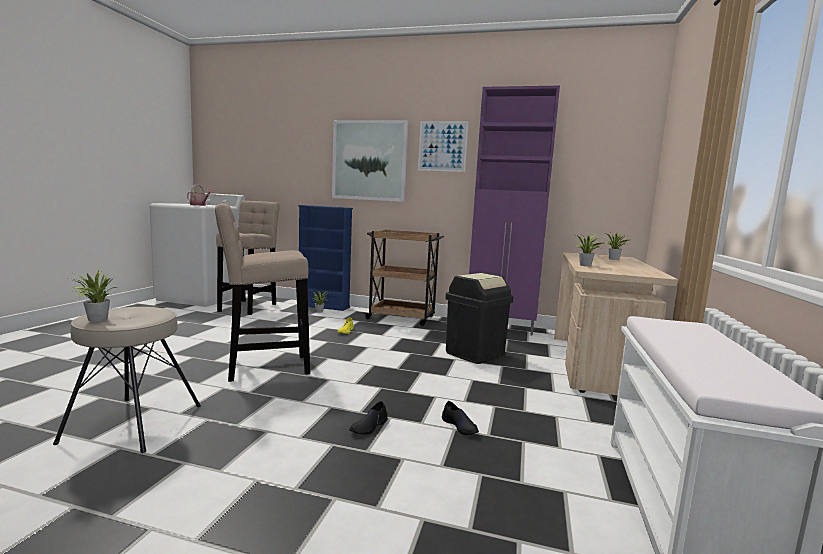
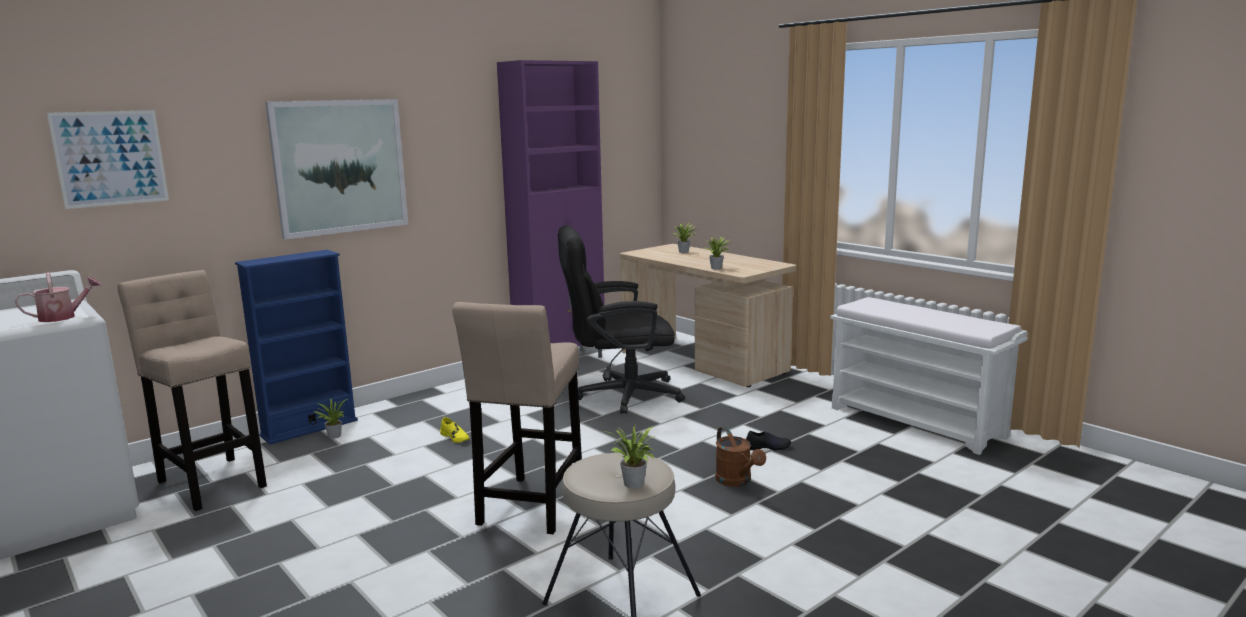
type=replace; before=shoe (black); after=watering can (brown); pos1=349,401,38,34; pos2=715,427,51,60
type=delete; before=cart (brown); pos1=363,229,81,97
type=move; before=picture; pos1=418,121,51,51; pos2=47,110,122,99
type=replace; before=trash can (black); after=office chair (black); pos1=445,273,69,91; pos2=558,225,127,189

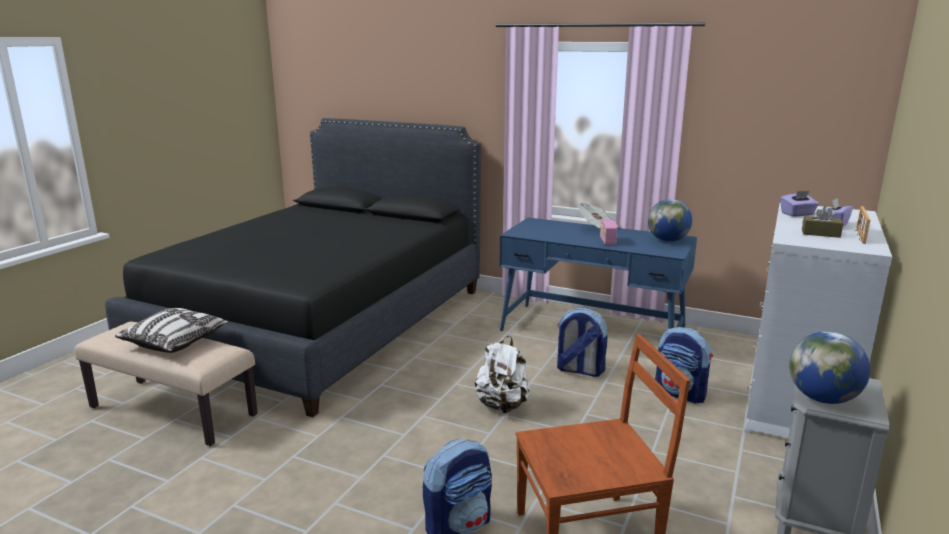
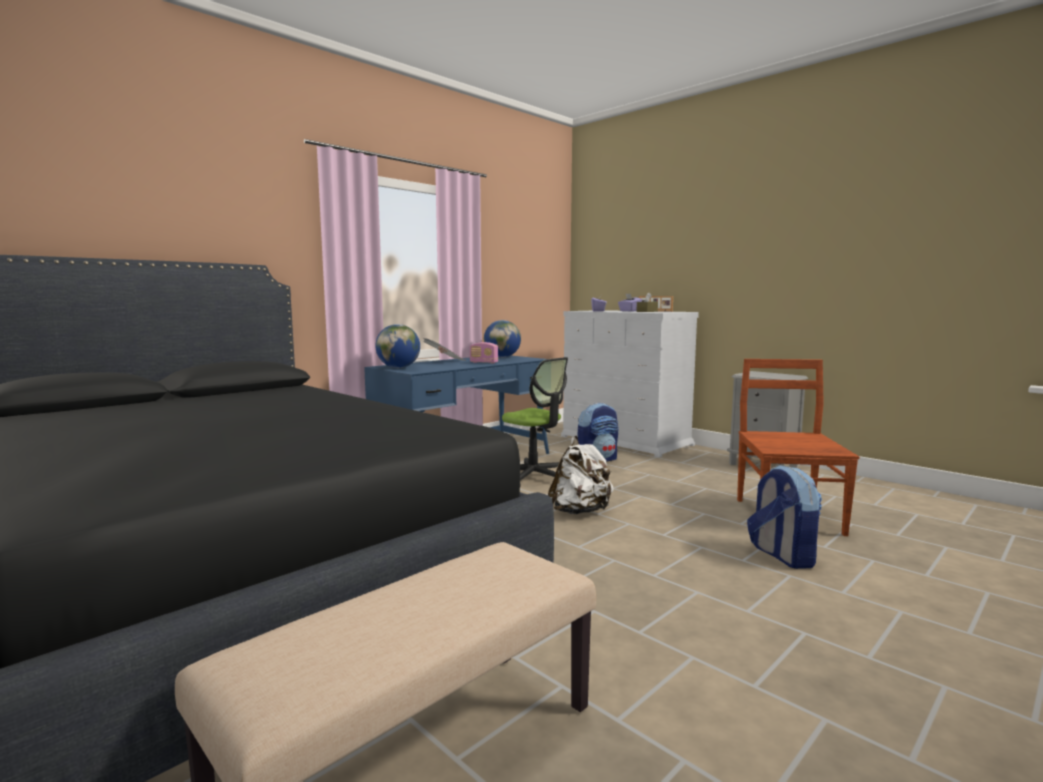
type=delete; before=pillow; pos1=115,308,114,45
type=replace; before=backpack; after=office chair; pos1=557,308,51,69; pos2=502,357,66,129
type=move; before=globe; pos1=789,331,81,73; pos2=375,324,45,44

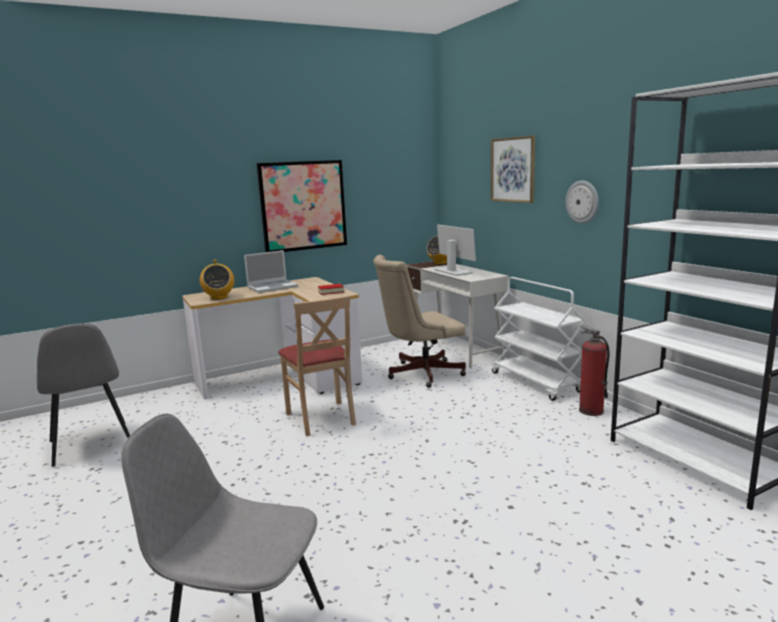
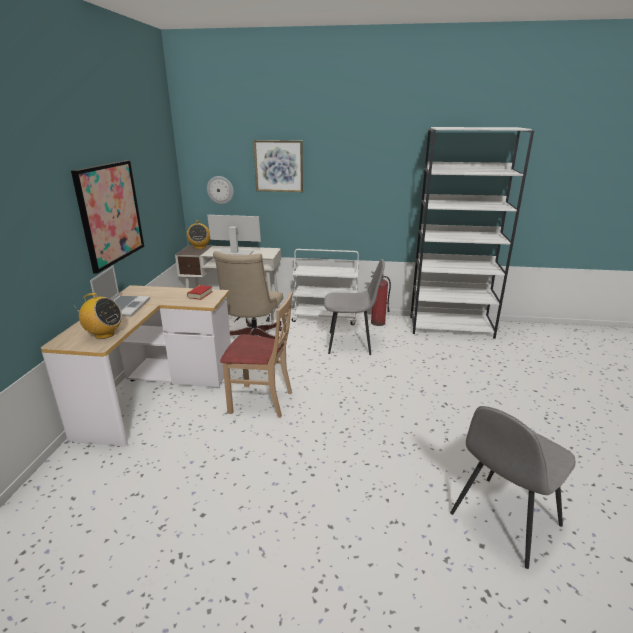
type=move; before=chair (grey); pos1=37,323,93,144; pos2=324,258,61,97
type=move; before=wall clock; pos1=566,181,33,43; pos2=207,176,27,28

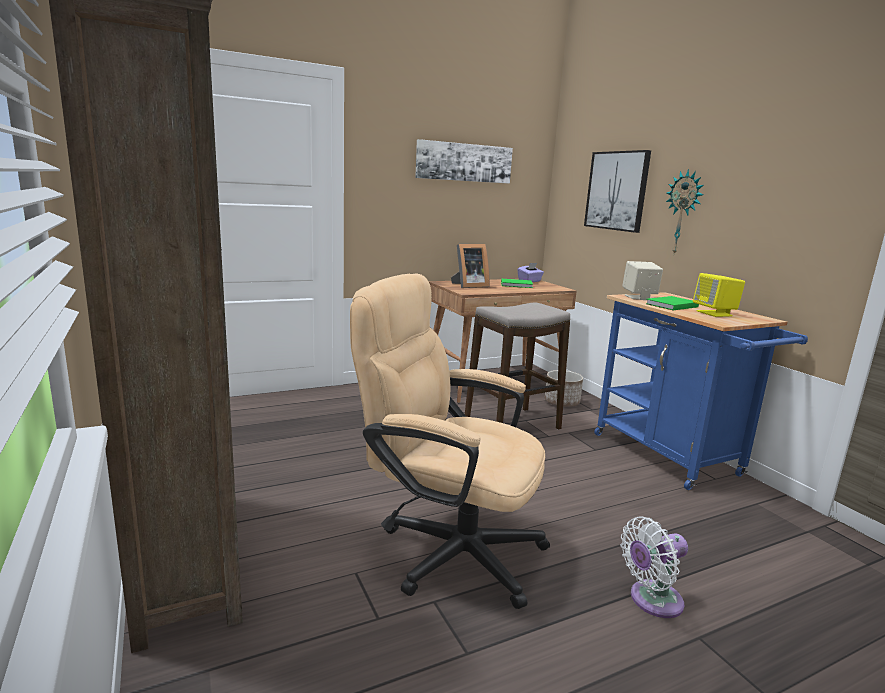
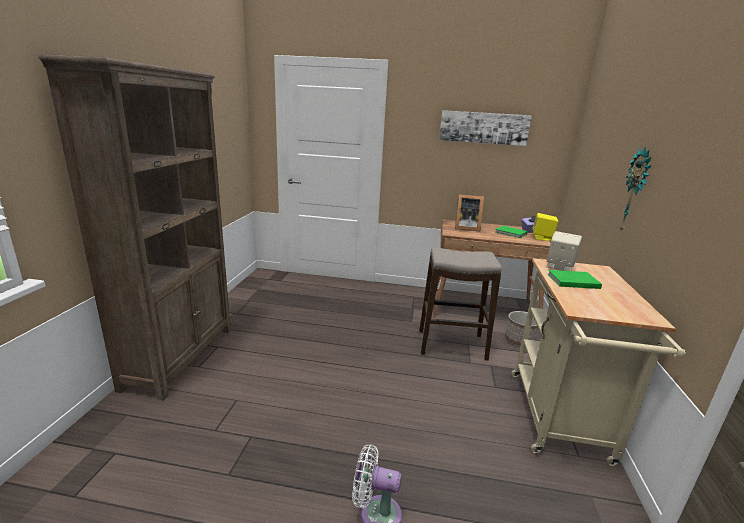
type=delete; before=office chair (beige); pos1=350,273,200,336
type=delete; before=picture; pos1=584,150,67,83
type=recolor; before=cart (blue); after=cart (beige); pos1=594,292,214,198; pos2=511,258,175,208
type=move; before=speaker (yellow); pos1=693,273,52,44; pos2=533,213,26,28

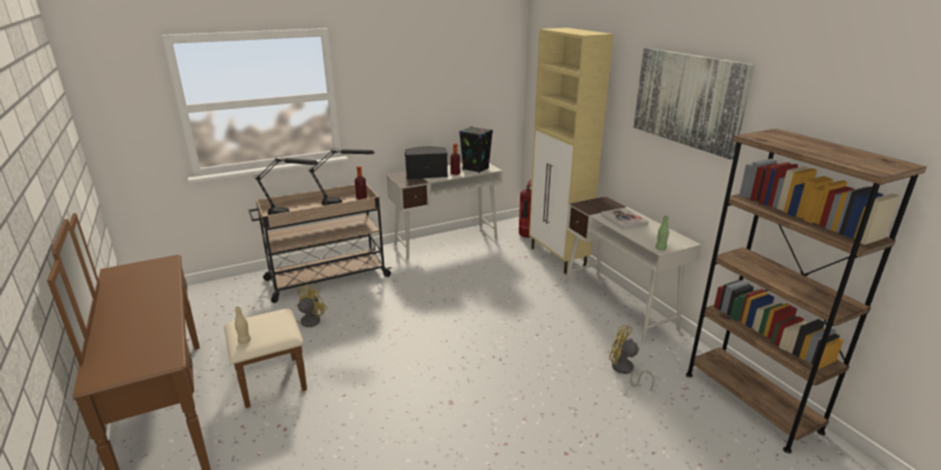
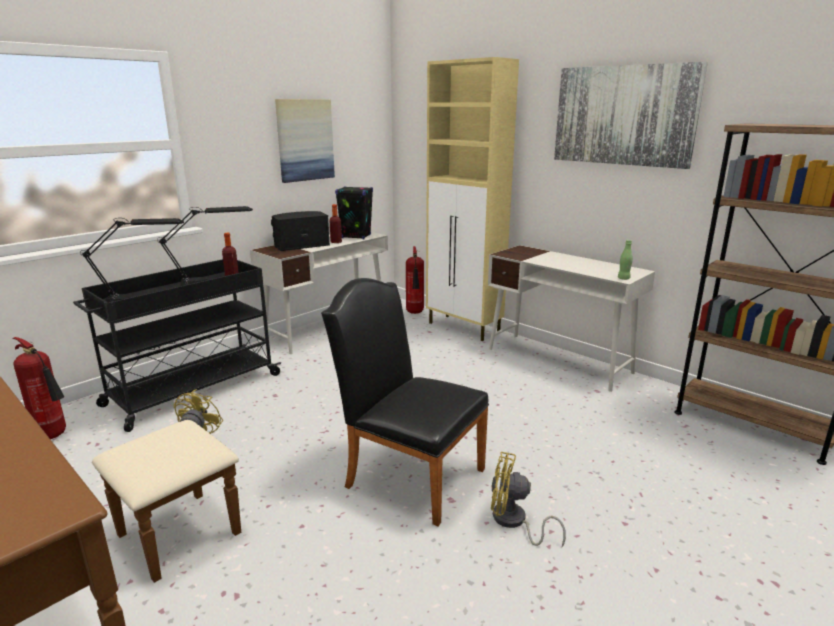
type=delete; before=bottle (beige); pos1=235,306,16,38
type=recolor; before=cart (beige); after=cart (black); pos1=248,184,144,119; pos2=73,259,208,173
type=delete; before=book; pos1=601,208,48,22
type=move; before=fan (yellow); pos1=609,325,45,66; pos2=491,452,75,95
type=insert; after=fire extinguisher; pos2=12,337,54,102
type=insert; after=picture; pos2=275,99,60,84
type=insert; after=chair (black); pos2=321,278,168,248

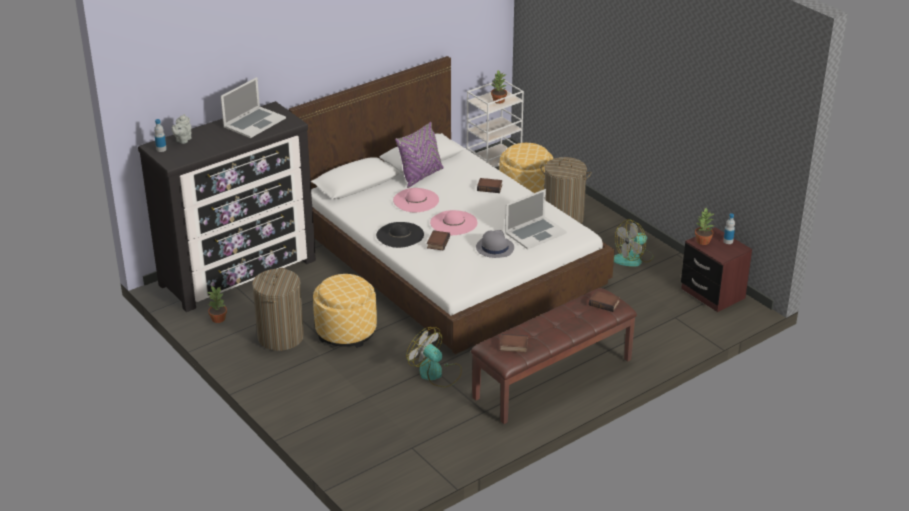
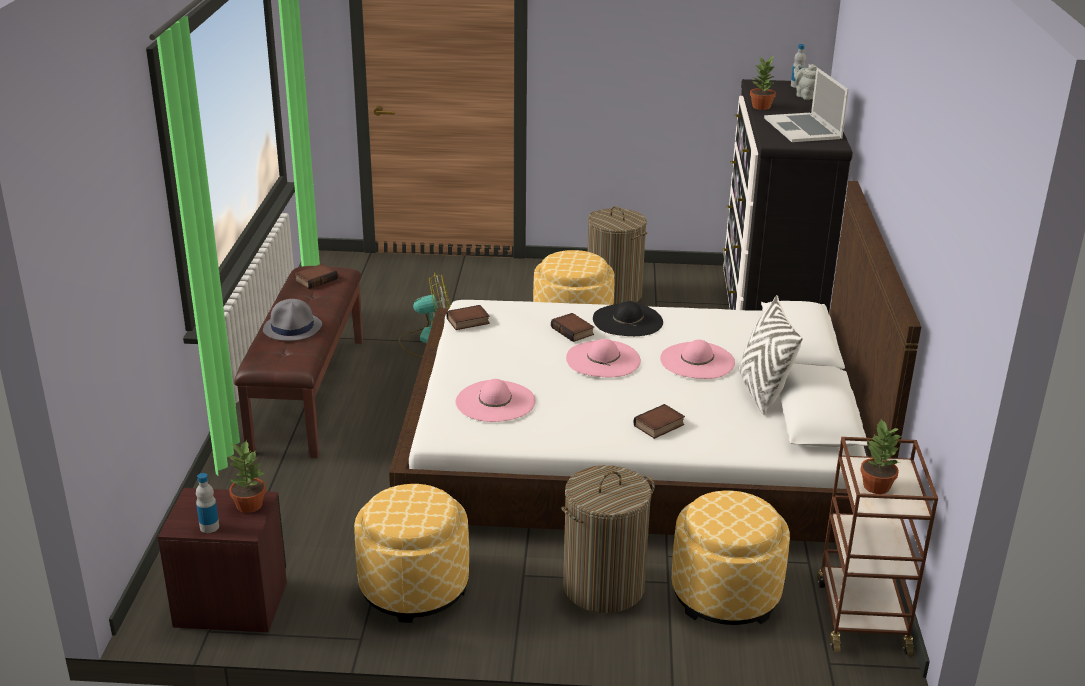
type=move; before=potted plant; pos1=208,286,19,37; pos2=750,55,26,55
type=recolor; before=pillow (purple); after=pillow (white); pos1=395,122,49,66; pos2=738,295,65,120
type=recolor; before=cart (white); after=cart (brown); pos1=467,79,57,88; pos2=817,437,121,219
type=move; before=hat (grey); pos1=476,230,38,28; pos2=263,299,59,42
type=replace; before=laptop; after=hat (pink); pos1=505,189,62,61; pos2=455,379,80,43
type=move; before=book; pos1=589,291,31,21; pos2=446,305,44,25
type=replace; before=fan; after=ottoman; pos1=614,220,40,47; pos2=354,484,115,139

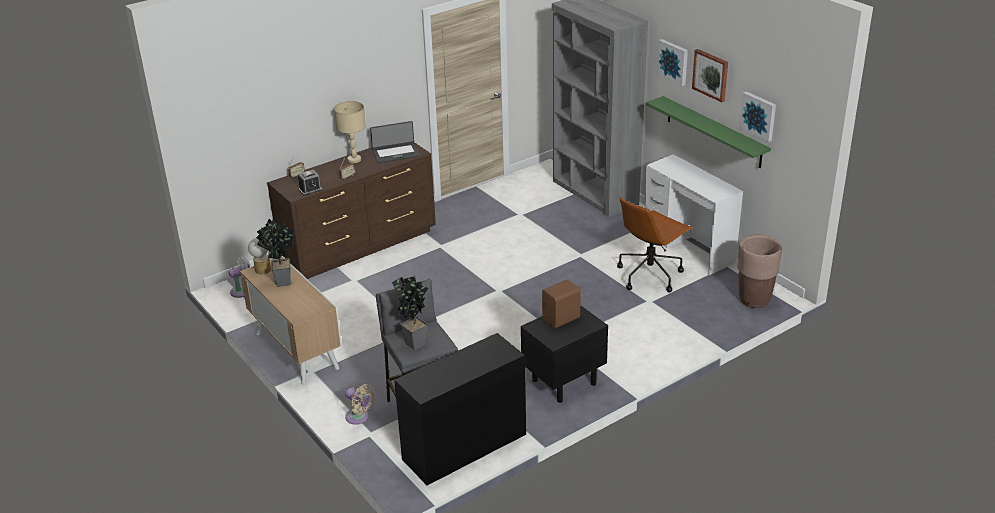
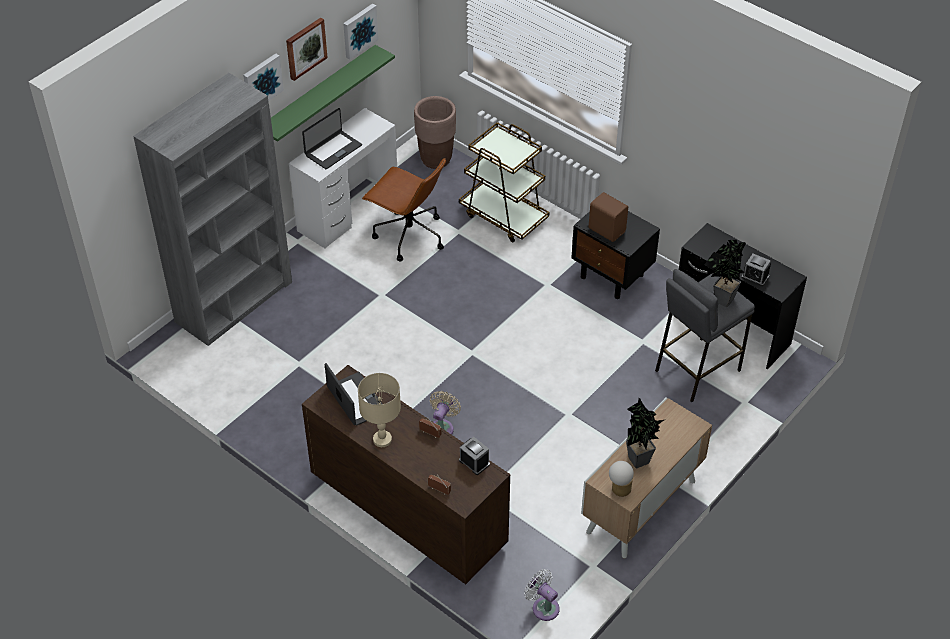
type=move; before=fan (beige); pos1=345,384,30,41; pos2=430,391,31,44
type=insert; after=laptop; pos2=302,108,60,61
type=insert; after=cart (brown); pos2=459,122,91,121
type=insert; after=alarm clock; pos2=742,254,29,32

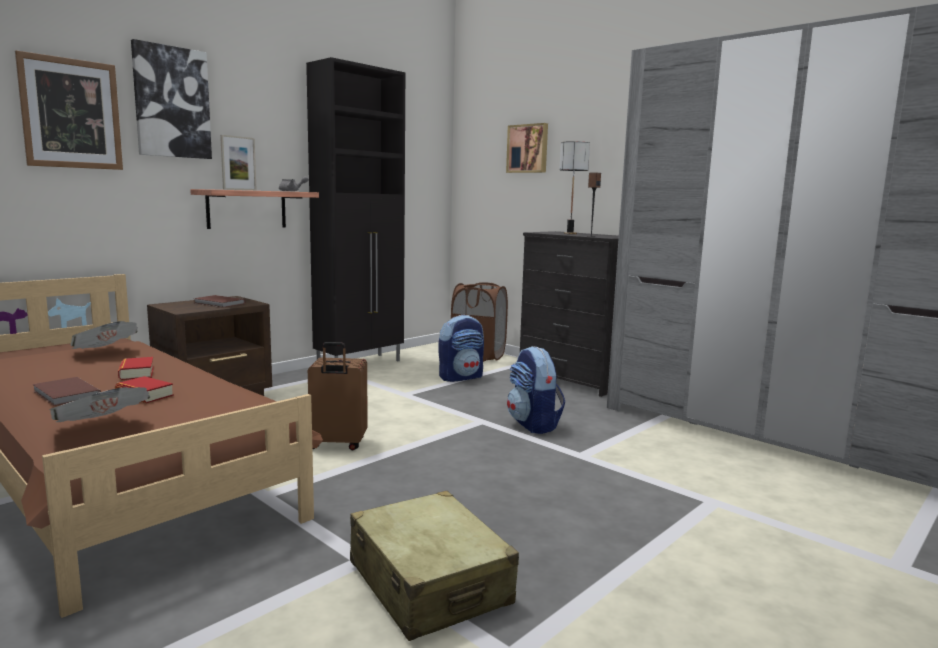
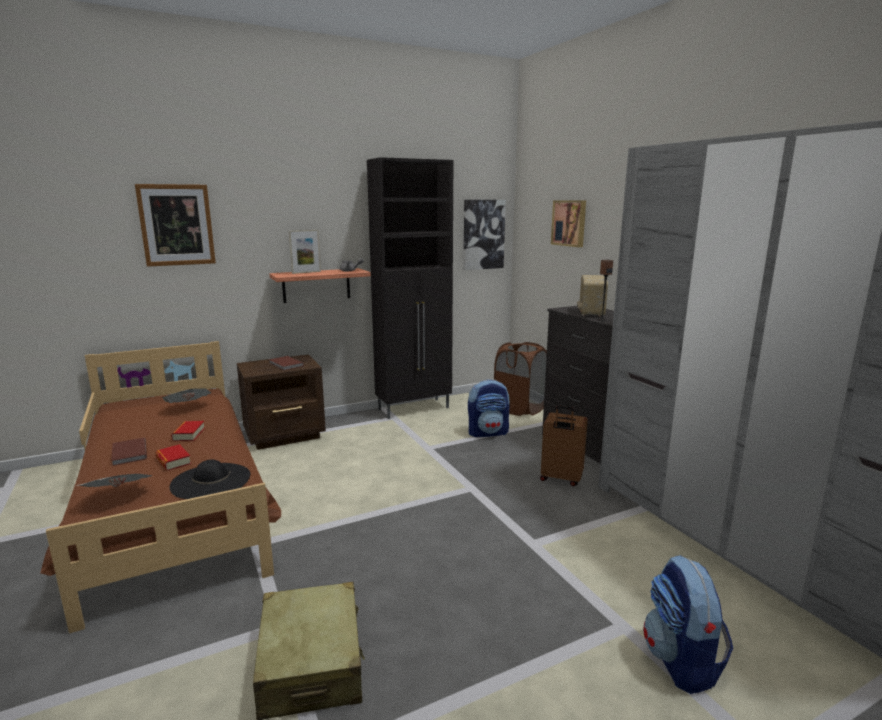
type=move; before=picture; pos1=131,39,81,120; pos2=463,200,43,70
type=move; before=suitcase (brown); pos1=308,342,60,108; pos2=540,405,48,81
type=move; before=backpack; pos1=507,346,58,88; pos2=643,555,90,139
type=replace; before=table lamp; after=radio; pos1=559,141,31,93; pos2=577,275,31,42
type=insert; after=hat (black); pos2=170,460,80,39

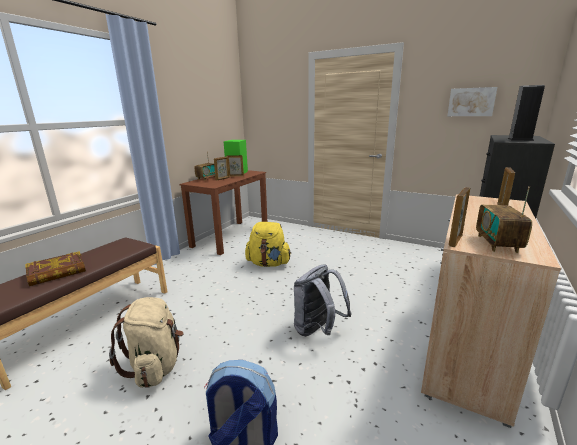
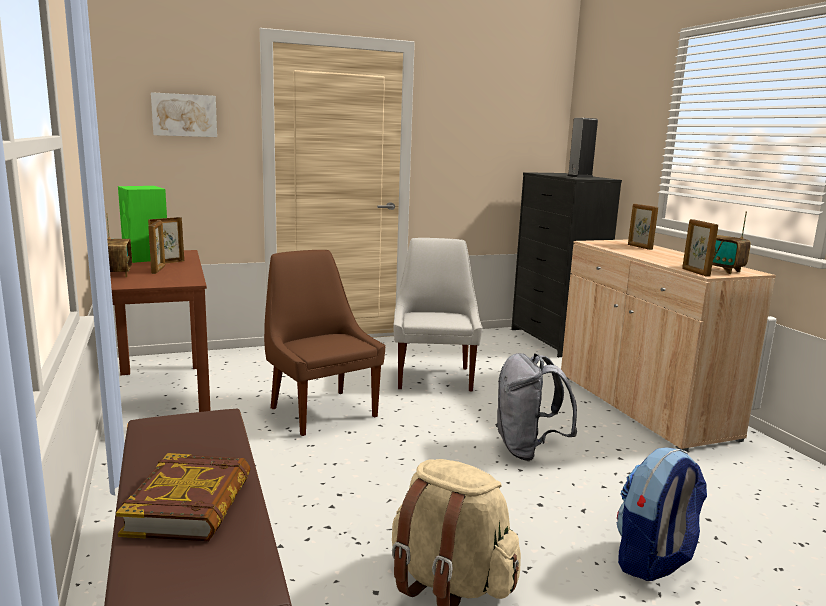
type=replace; before=backpack (yellow); after=chair (brown); pos1=245,222,46,45; pos2=264,250,122,186
type=move; before=picture; pos1=447,87,50,29; pos2=151,92,66,45
type=insert; after=chair (white); pos2=393,238,90,154

